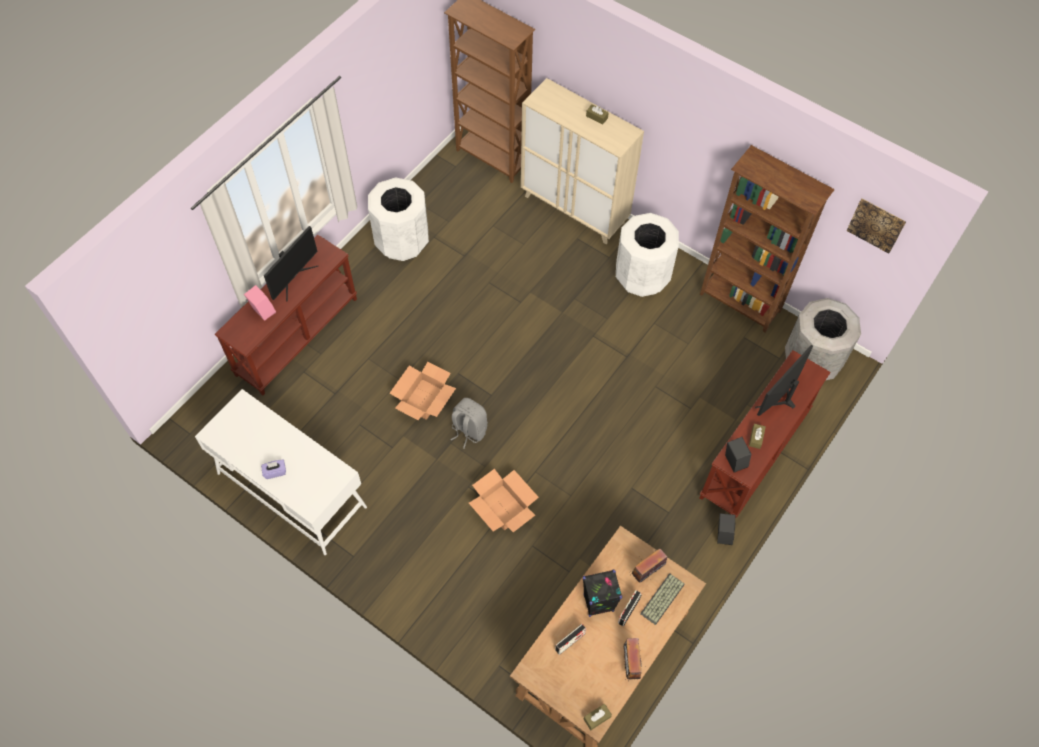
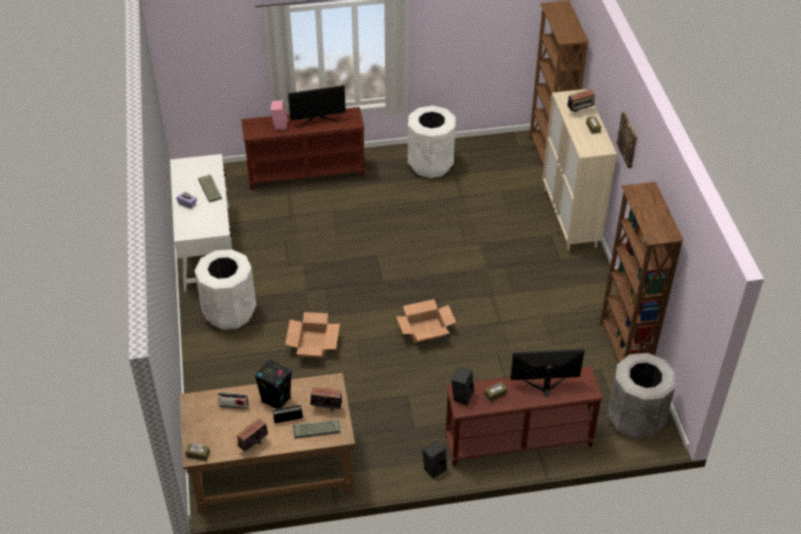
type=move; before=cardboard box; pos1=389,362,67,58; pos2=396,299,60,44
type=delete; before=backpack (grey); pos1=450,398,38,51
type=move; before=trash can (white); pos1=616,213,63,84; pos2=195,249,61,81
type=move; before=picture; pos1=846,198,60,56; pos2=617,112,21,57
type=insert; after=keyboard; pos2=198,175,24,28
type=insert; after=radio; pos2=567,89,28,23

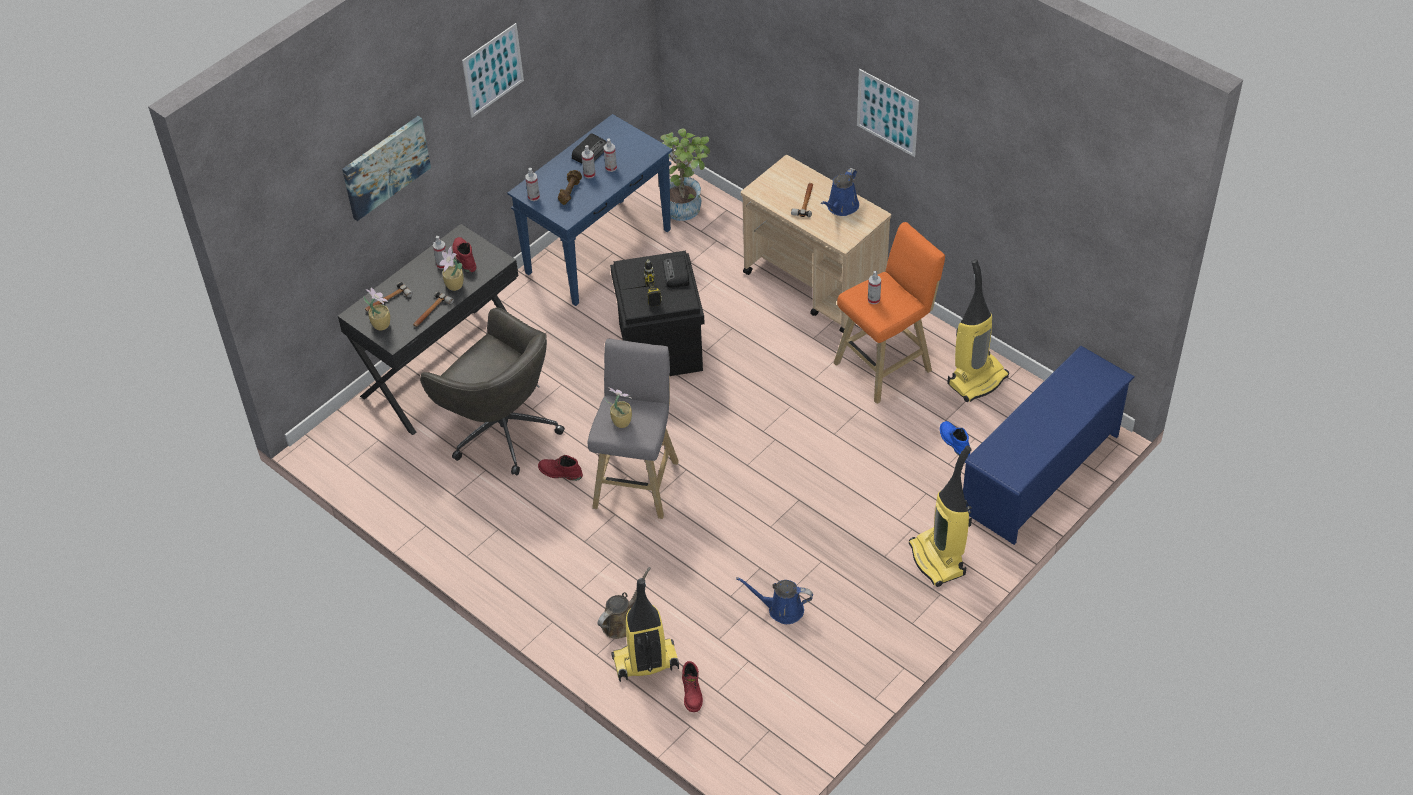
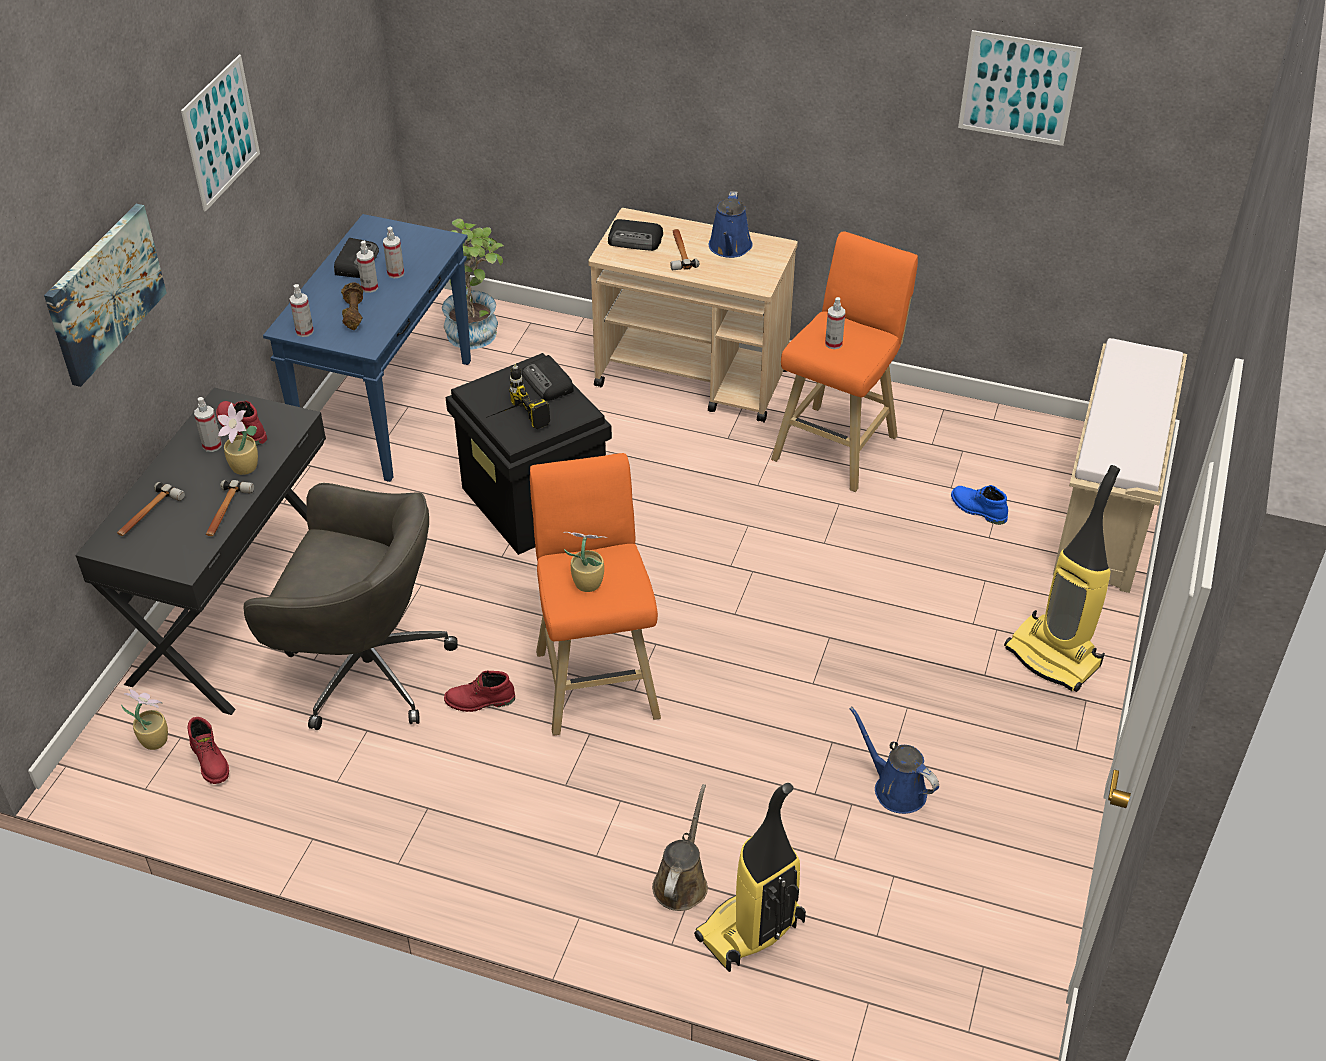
type=move; before=potted plant; pos1=364,288,26,42; pos2=121,689,47,61
type=recolor; before=stool (grey); after=stool (orange); pos1=588,339,91,180; pos2=530,453,131,283
type=move; before=boot (red); pos1=682,661,21,51; pos2=188,717,41,67
type=rotate; before=watering can (blue); pos1=736,577,77,47; pos2=849,707,90,107; turn=60
type=move; before=picture; pos1=857,69,62,88; pos2=958,30,124,116
type=delete; before=vacuum cleaner; pos1=947,259,62,143
type=replace; before=shoe rack (blue); after=bench (beige); pos1=963,345,172,200; pos2=1053,338,134,255
type=insert; after=radio; pos2=608,219,55,32

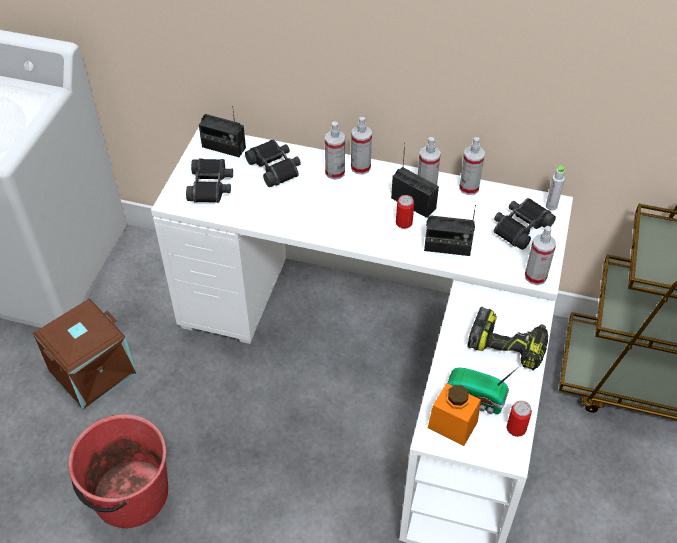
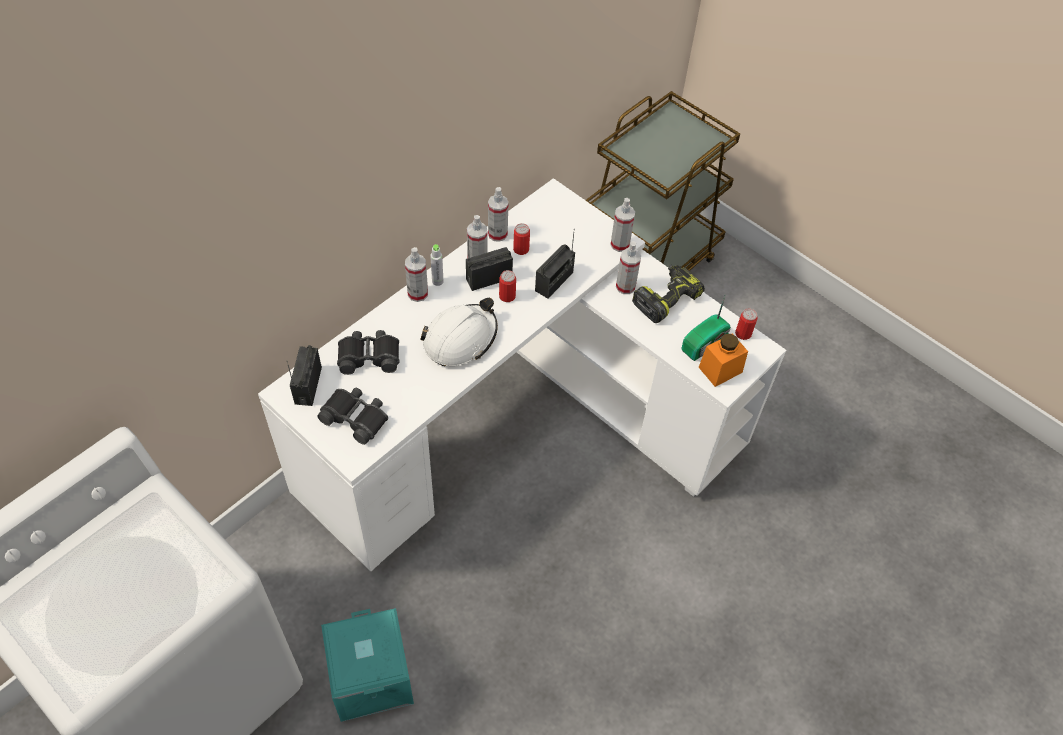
type=recolor; before=storage box (brown); after=storage box (turquoise); pos1=33,298,104,112; pos2=321,608,93,114
type=delete; before=bucket (red); pos1=68,414,100,114
type=rotate; before=radio; pos1=199,106,47,51; pos2=287,345,35,61; turn=135
type=move; before=spray bottle; pos1=325,122,20,58; pos2=616,241,25,53
type=delete; before=binoculars (black); pos1=494,198,62,52
type=move; before=bottle (grey); pos1=546,166,19,45; pos2=430,244,13,42
type=insert; after=hard hat (white); pos2=420,298,78,68
type=insert; after=can; pos2=513,223,17,32

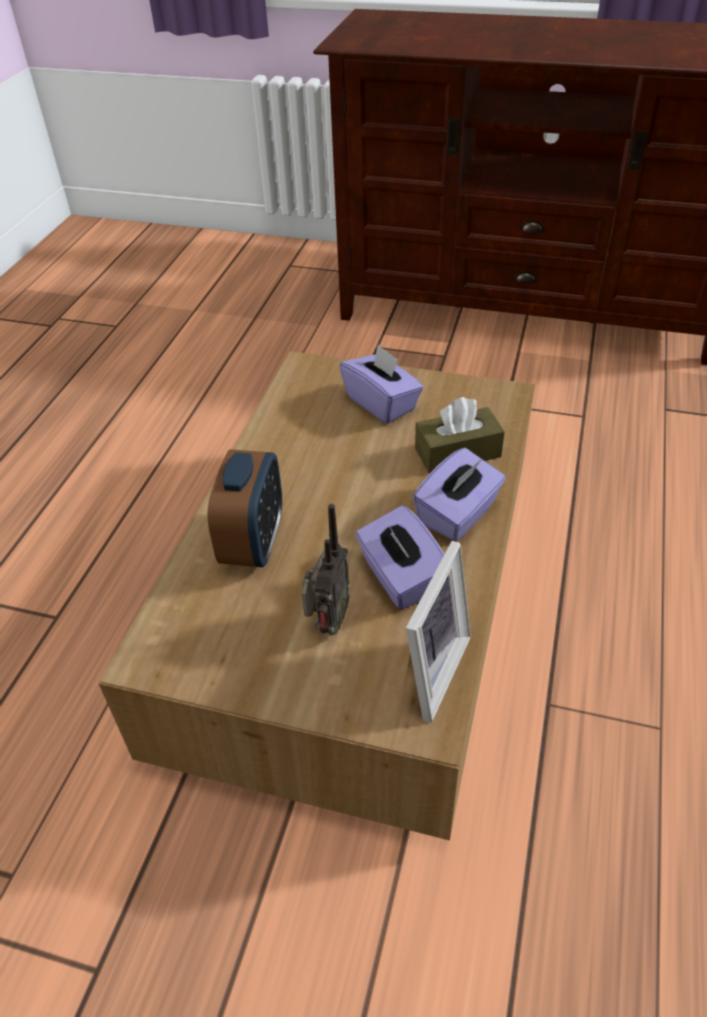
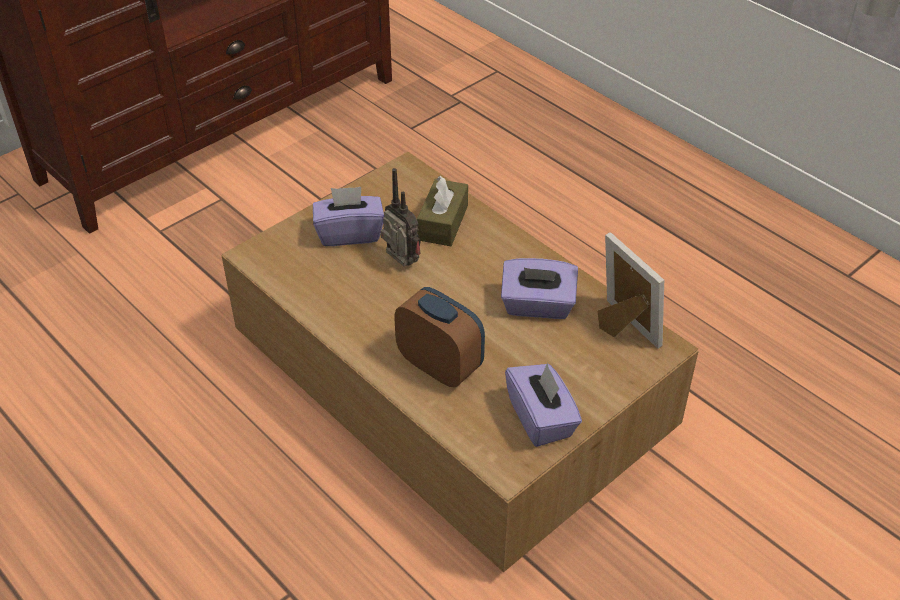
type=move; before=radio; pos1=302,504,48,132; pos2=381,168,40,98
type=move; before=tissue box (purple); pos1=413,448,93,93; pos2=505,363,77,84

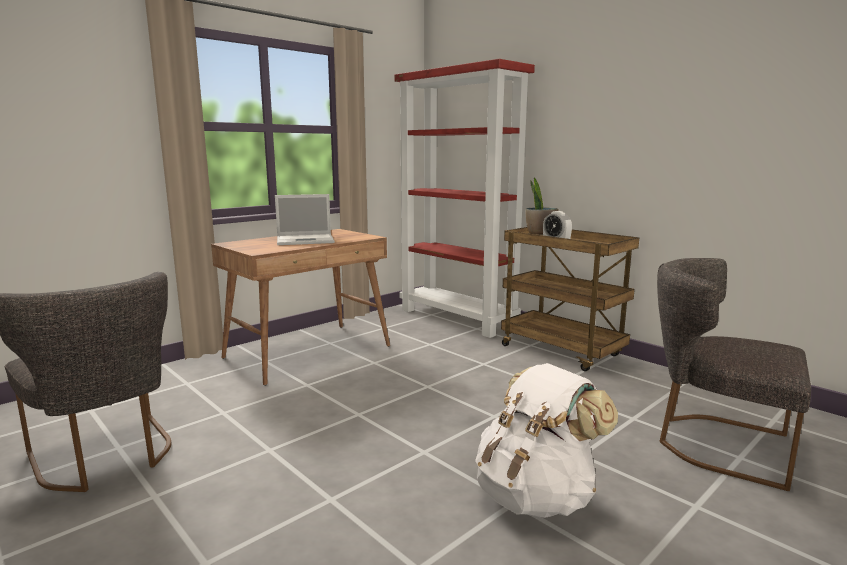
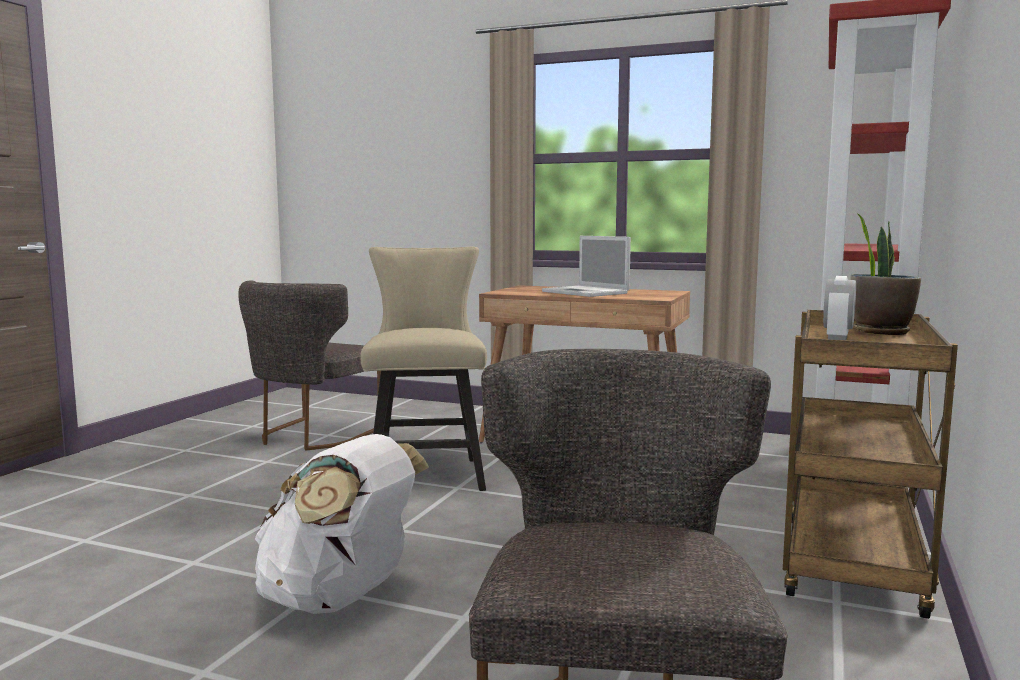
type=insert; after=chair (beige); pos2=360,247,127,244

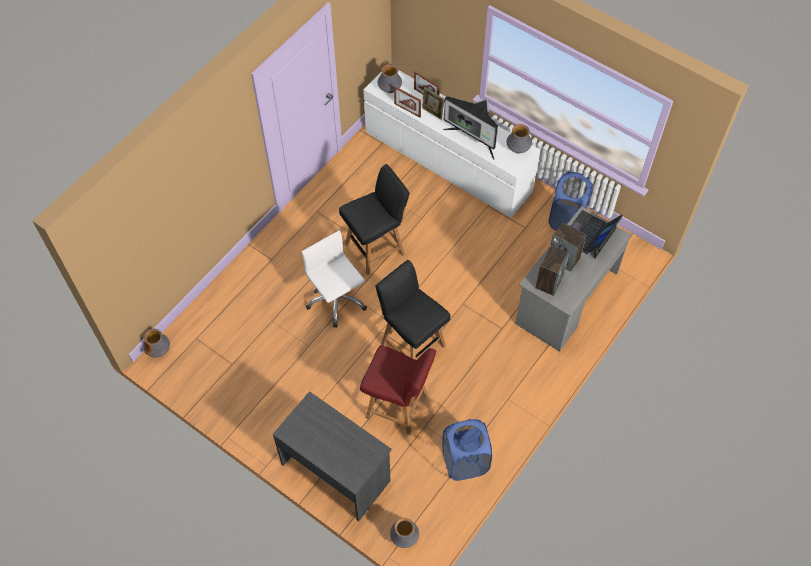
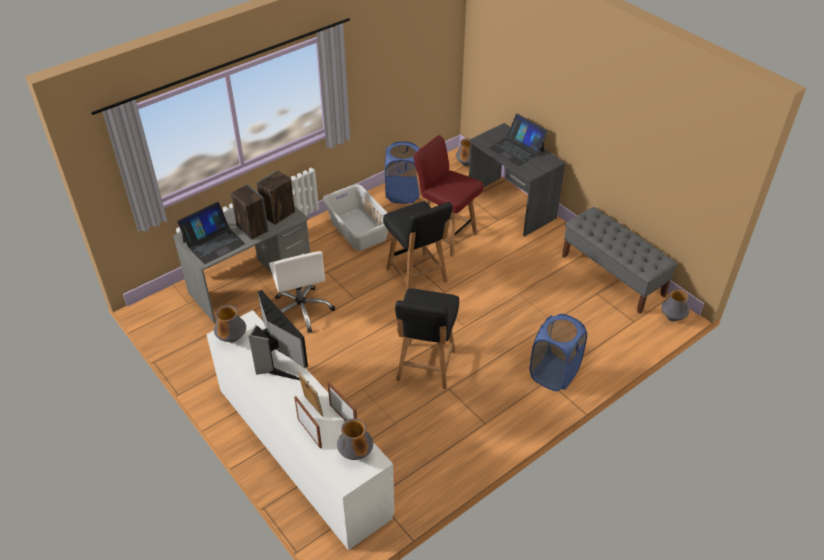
type=move; before=office chair (white); pos1=302,230,65,97; pos2=269,251,66,82
type=rotate; before=chair (black); pos1=339,164,71,111; pos2=395,289,64,100; turn=-60
type=move; before=laundry basket (blue); pos1=549,172,44,59; pos2=530,314,57,77
type=insert; after=laundry basket (grey); pos2=322,184,66,67
type=insert; after=laptop; pos2=489,114,59,52
type=insert; after=bench (grey); pos2=562,207,116,107

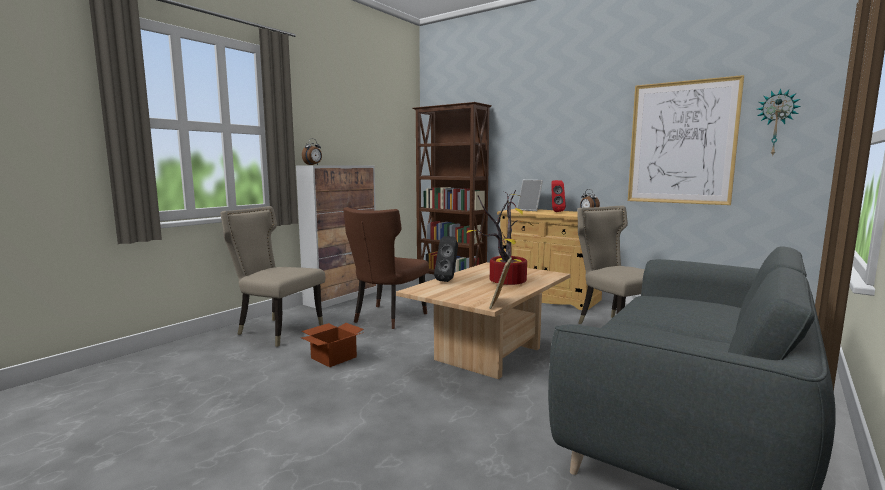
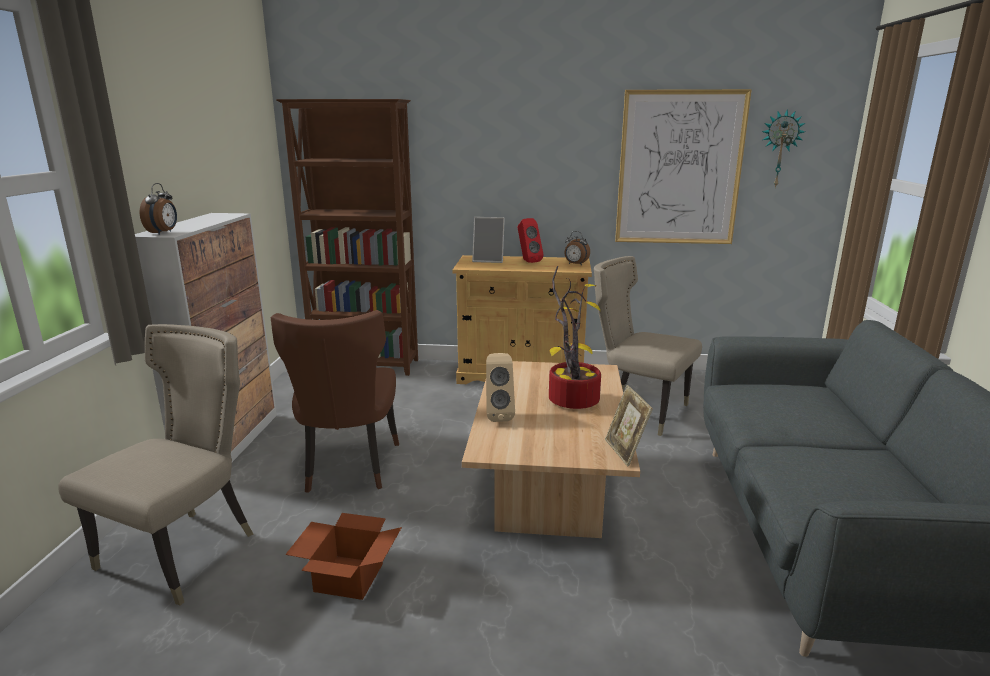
type=rotate; before=chair (beige); pos1=220,206,105,141; pos2=58,324,195,282; turn=120
type=recolor; before=speaker (black); after=speaker (beige); pos1=434,236,24,46; pos2=486,353,29,69

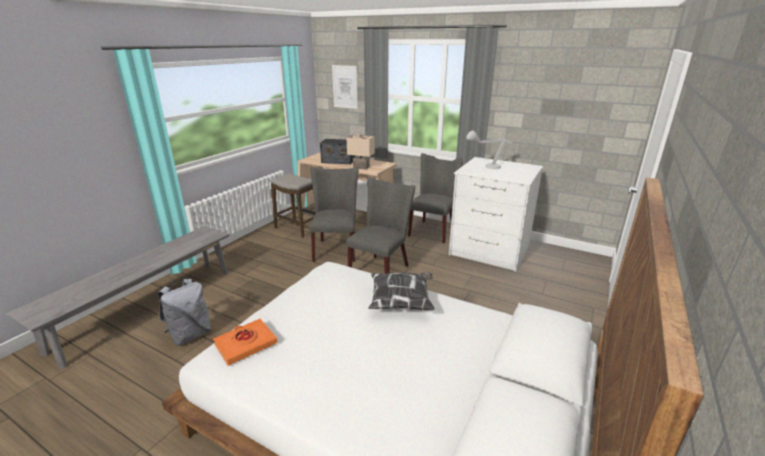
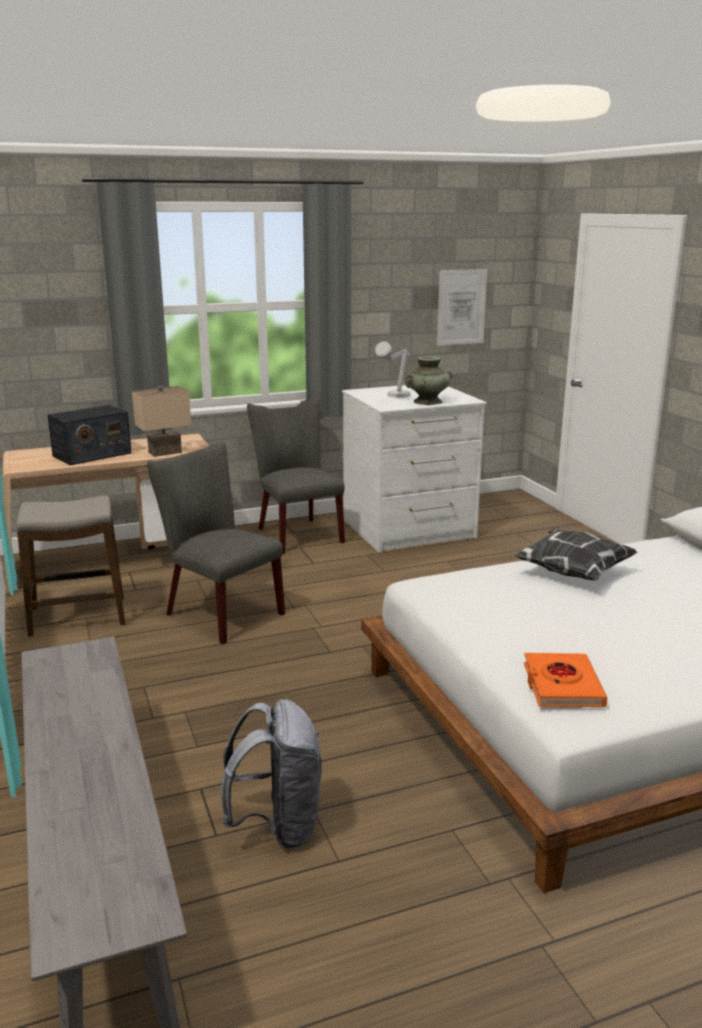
type=move; before=picture; pos1=332,65,26,44; pos2=437,269,50,77
type=delete; before=chair (grey); pos1=346,177,69,97
type=insert; after=vase (turquoise); pos2=405,356,47,49

